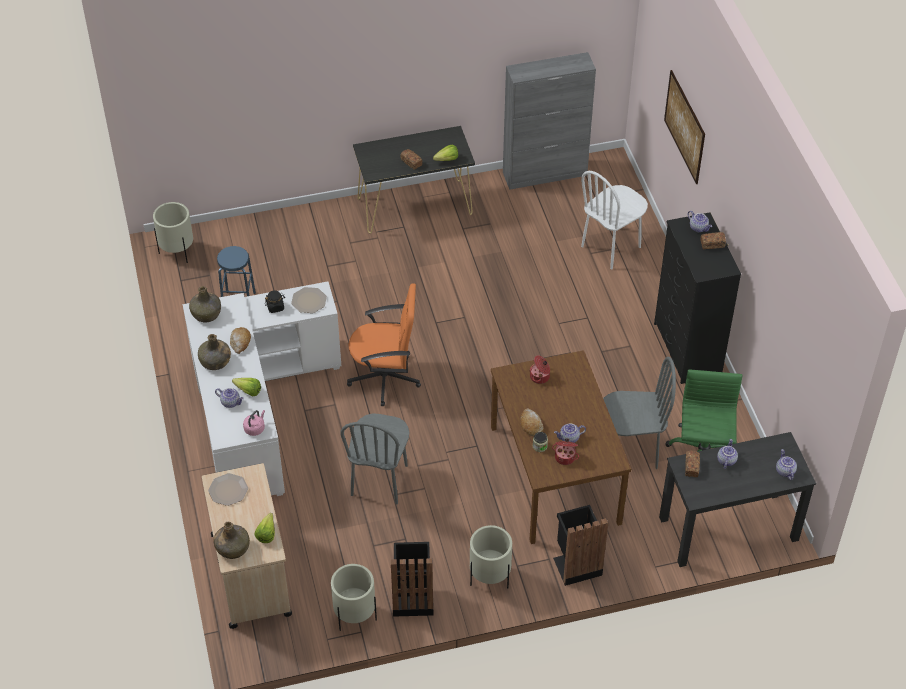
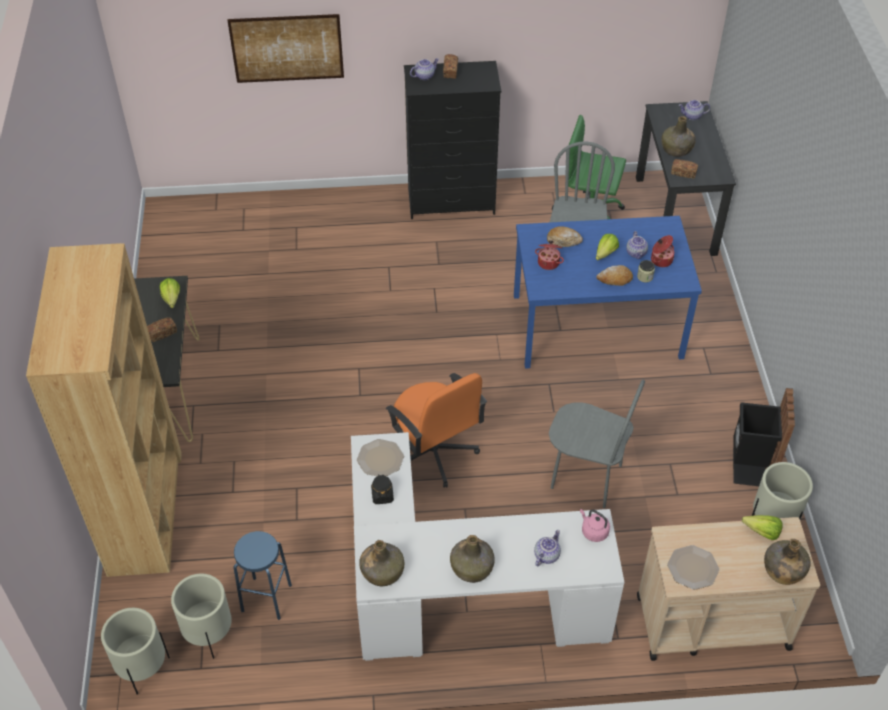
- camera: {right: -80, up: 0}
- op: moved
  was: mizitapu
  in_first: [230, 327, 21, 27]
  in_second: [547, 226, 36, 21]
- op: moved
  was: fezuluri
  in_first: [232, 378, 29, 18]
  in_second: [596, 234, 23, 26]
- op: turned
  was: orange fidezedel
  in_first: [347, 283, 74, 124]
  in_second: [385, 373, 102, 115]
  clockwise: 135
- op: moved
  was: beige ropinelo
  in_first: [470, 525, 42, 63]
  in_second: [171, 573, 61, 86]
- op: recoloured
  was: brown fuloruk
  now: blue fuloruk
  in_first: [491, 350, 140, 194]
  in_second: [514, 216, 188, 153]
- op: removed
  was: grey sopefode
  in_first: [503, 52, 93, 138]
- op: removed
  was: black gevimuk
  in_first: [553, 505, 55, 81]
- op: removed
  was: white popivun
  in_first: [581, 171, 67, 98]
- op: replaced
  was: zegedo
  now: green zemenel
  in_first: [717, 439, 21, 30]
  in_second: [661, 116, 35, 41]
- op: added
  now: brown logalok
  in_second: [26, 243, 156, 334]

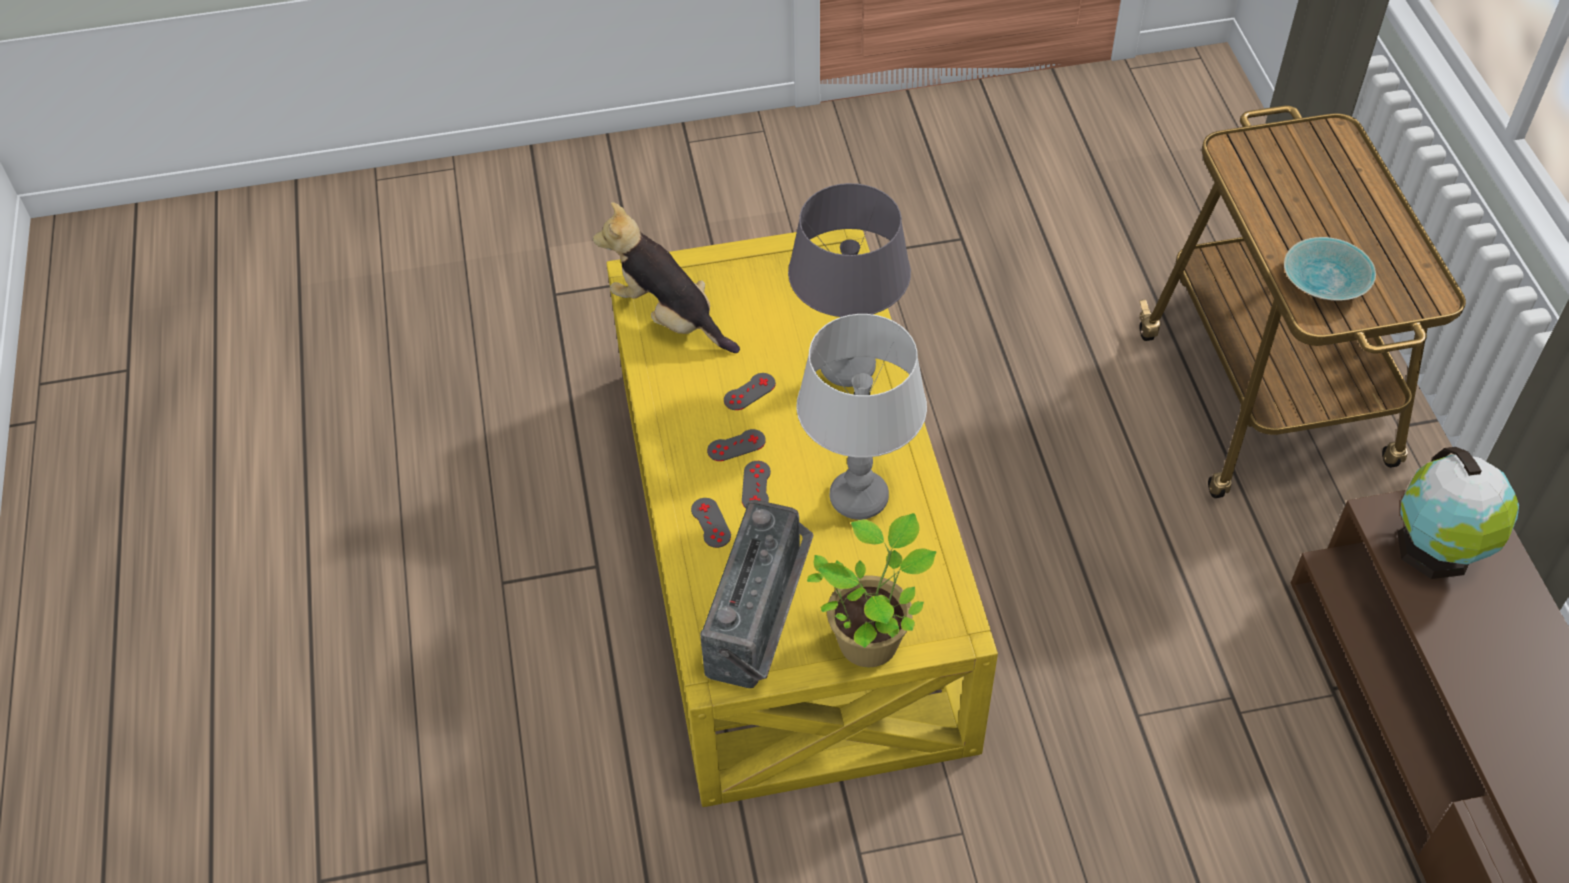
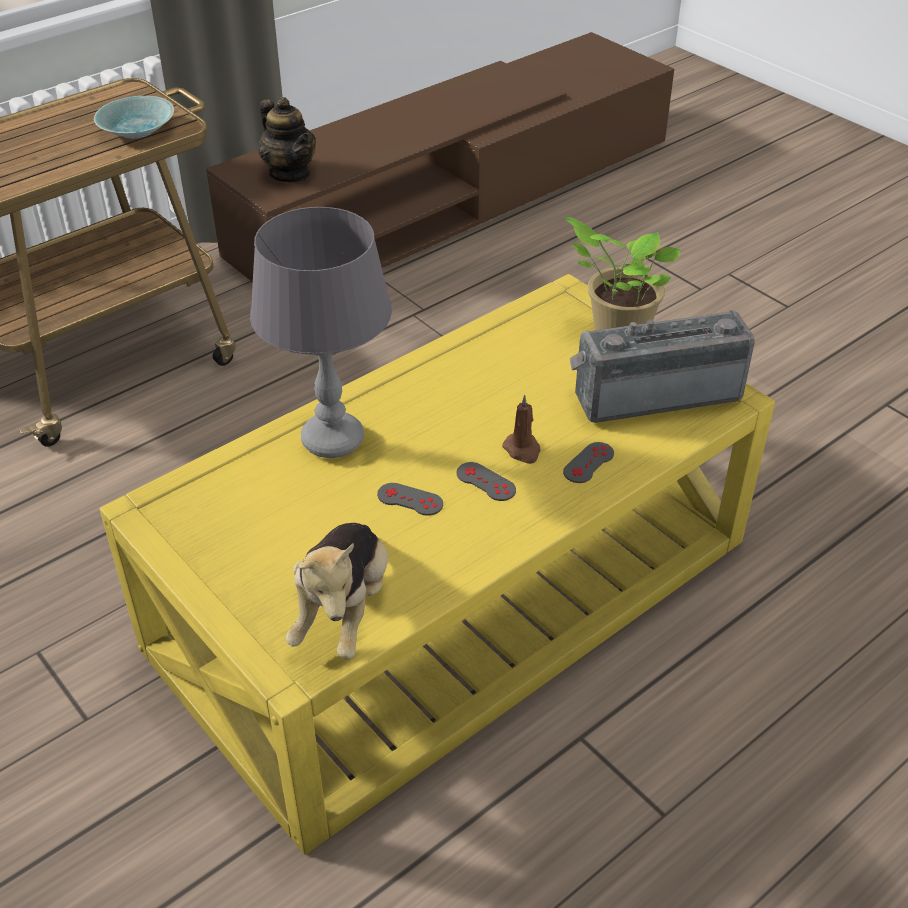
- camera: {right: -120, up: -10}
- op: replaced
  was: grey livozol
  now: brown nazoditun
  in_first: [742, 461, 29, 47]
  in_second: [502, 395, 39, 69]
- op: removed
  was: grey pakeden
  in_first: [796, 314, 131, 206]
- op: replaced
  was: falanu
  now: zegedo
  in_first: [1397, 447, 122, 132]
  in_second: [258, 97, 58, 85]

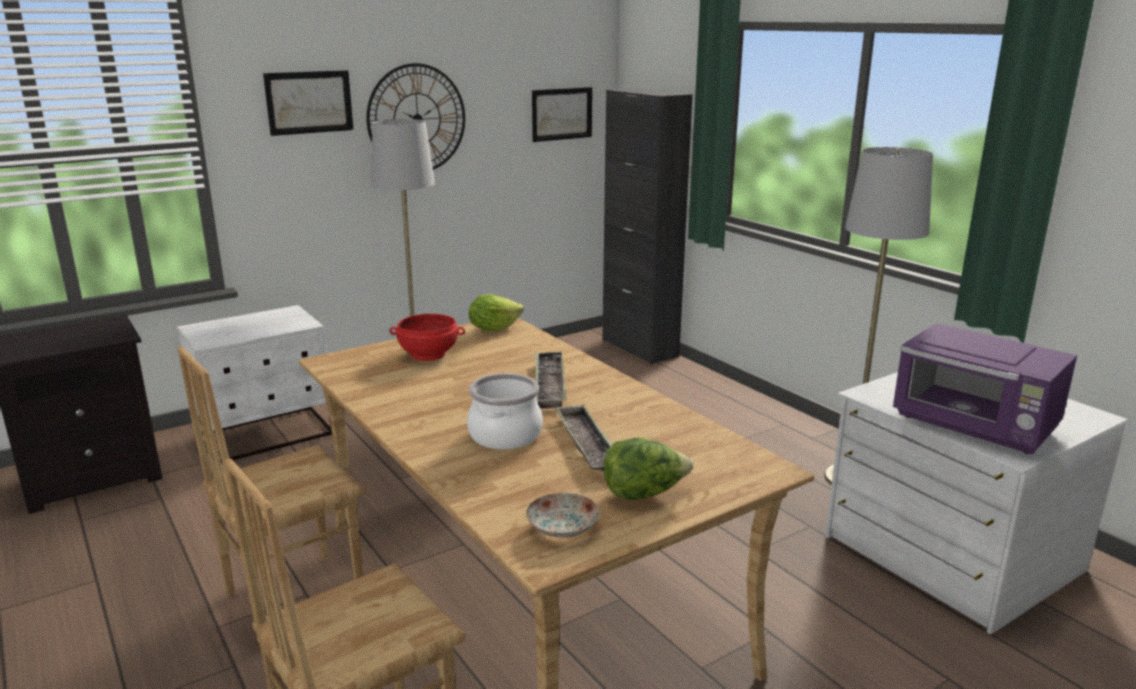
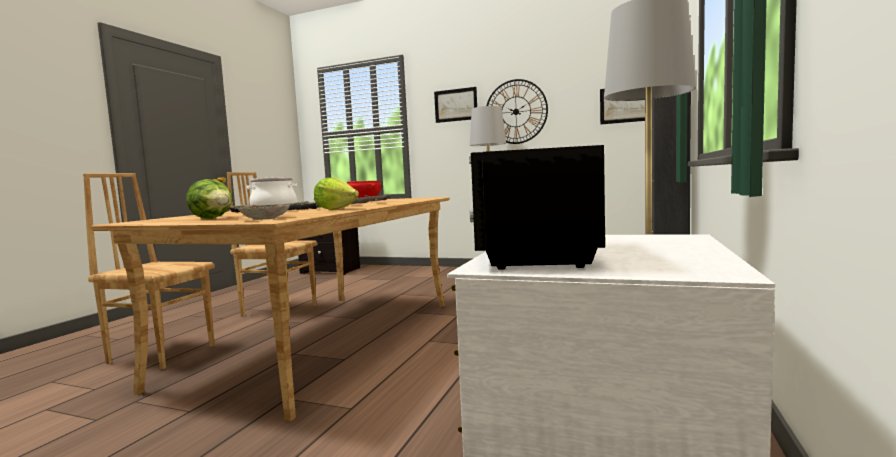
- camera: {right: 55, up: -15}
- op: removed
  was: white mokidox
  in_first: [177, 305, 155, 158]
- op: moved
  was: fezuluri
  in_first: [469, 294, 55, 37]
  in_second: [314, 178, 45, 32]
- op: moved
  was: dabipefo
  in_first: [526, 493, 74, 45]
  in_second: [237, 205, 53, 15]
- op: recoloured
  was: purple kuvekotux
  now: black kuvekotux
  in_first: [892, 323, 185, 131]
  in_second: [469, 145, 136, 125]

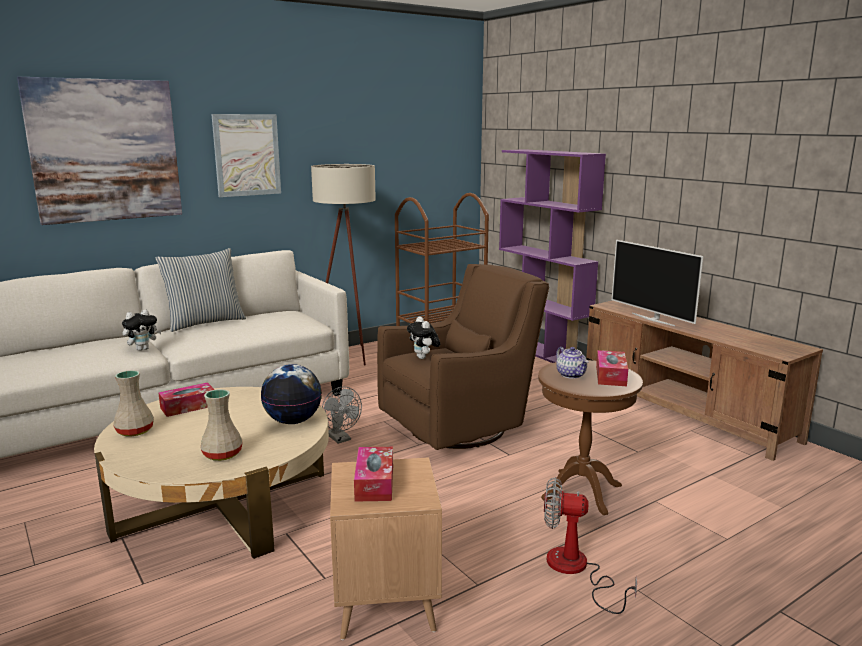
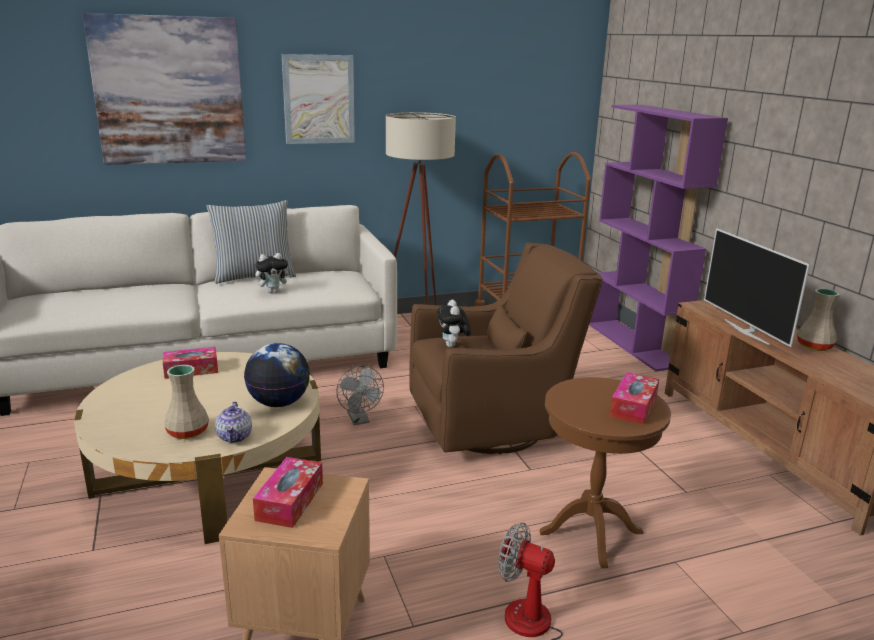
- camera: {right: 15, up: 5}
- op: moved
  was: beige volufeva
  in_first: [113, 370, 41, 67]
  in_second: [797, 289, 43, 62]
- op: moved
  was: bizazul
  in_first: [122, 309, 40, 42]
  in_second: [255, 253, 38, 40]
- op: moved
  was: zegedo
  in_first: [556, 347, 33, 32]
  in_second: [215, 402, 37, 41]

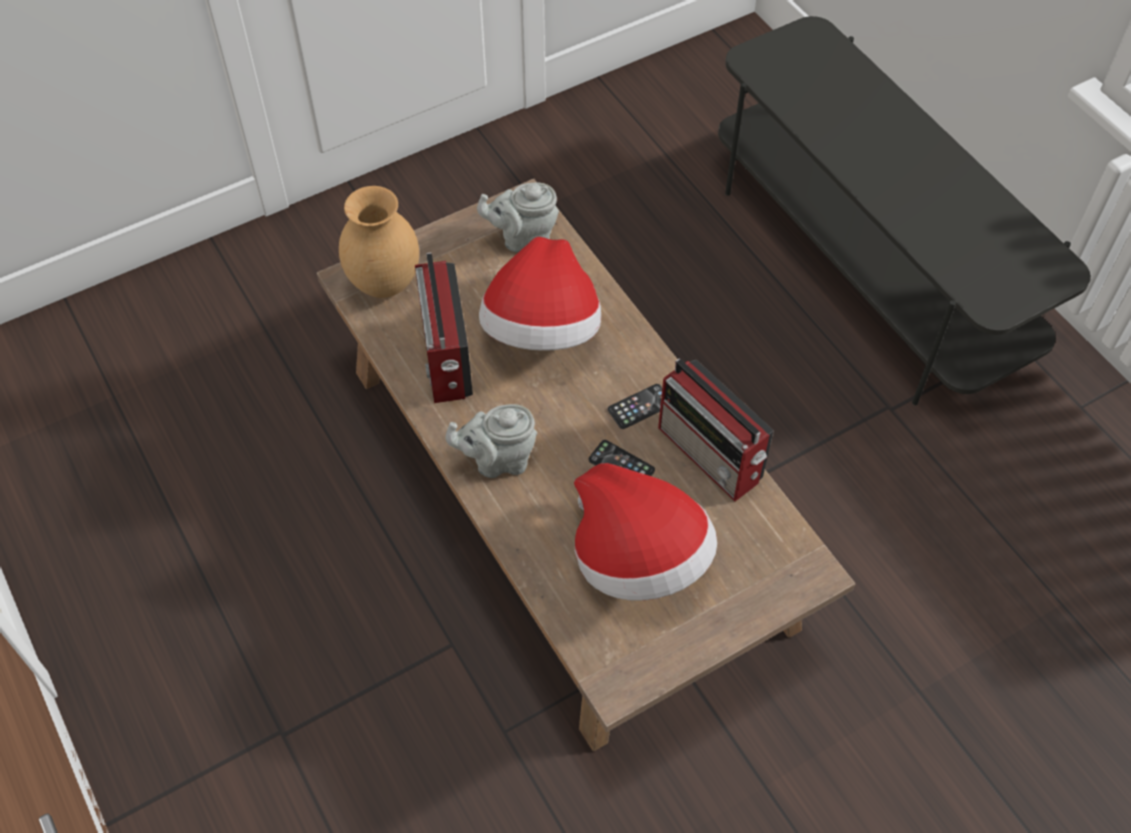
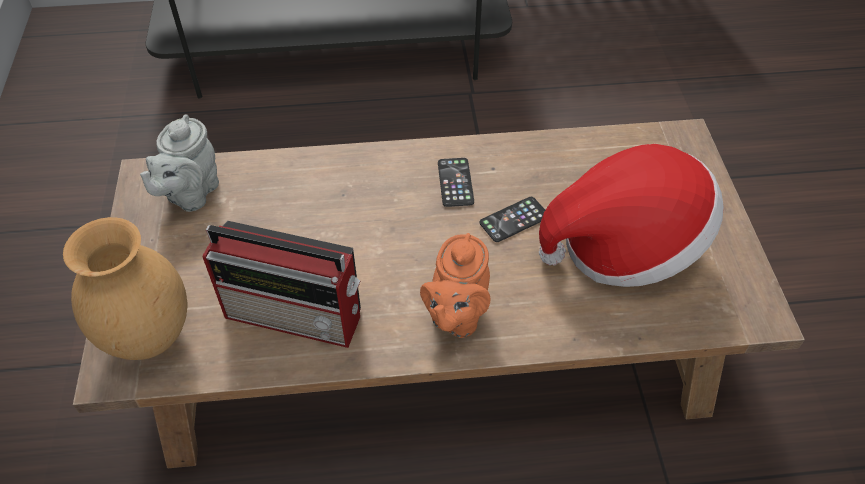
- camera: {right: -65, up: -5}
- op: recoloured
  was: grey zegedo
  now: orange zegedo
  in_first: [445, 404, 92, 74]
  in_second: [420, 233, 71, 105]
- op: removed
  was: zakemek
  in_first: [479, 237, 122, 114]
- op: removed
  was: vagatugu
  in_first: [658, 358, 116, 143]

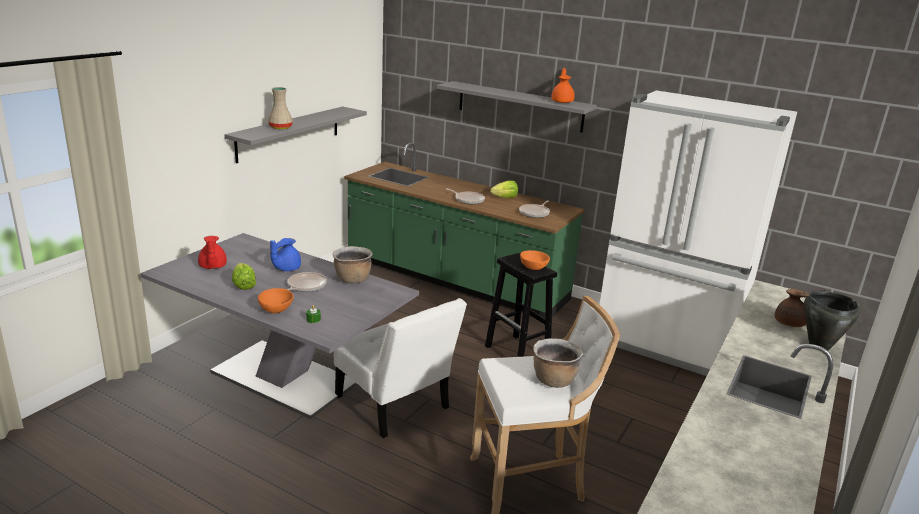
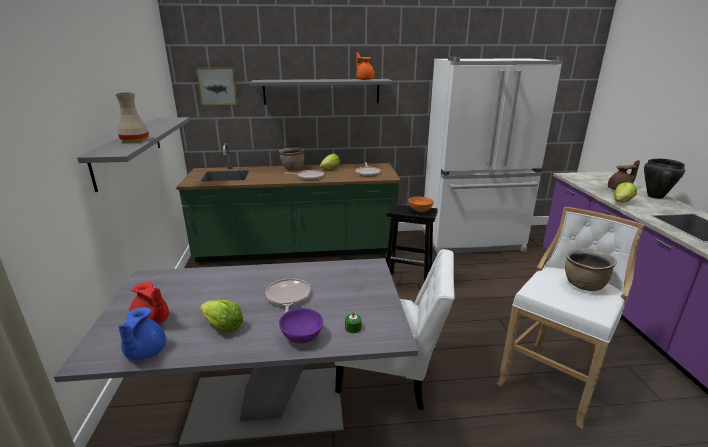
- camera: {right: -35, up: 0}
- op: recoloured
  was: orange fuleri
  now: purple fuleri
  in_first: [258, 288, 36, 25]
  in_second: [279, 308, 44, 35]
- op: moved
  was: blue zegedo
  in_first: [270, 238, 31, 33]
  in_second: [119, 307, 47, 53]
- op: moved
  was: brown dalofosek
  in_first: [333, 246, 40, 38]
  in_second: [279, 147, 26, 22]
- op: added
  now: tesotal
  in_second: [196, 67, 42, 38]
- op: added
  now: fezuluri
  in_second: [613, 182, 24, 21]

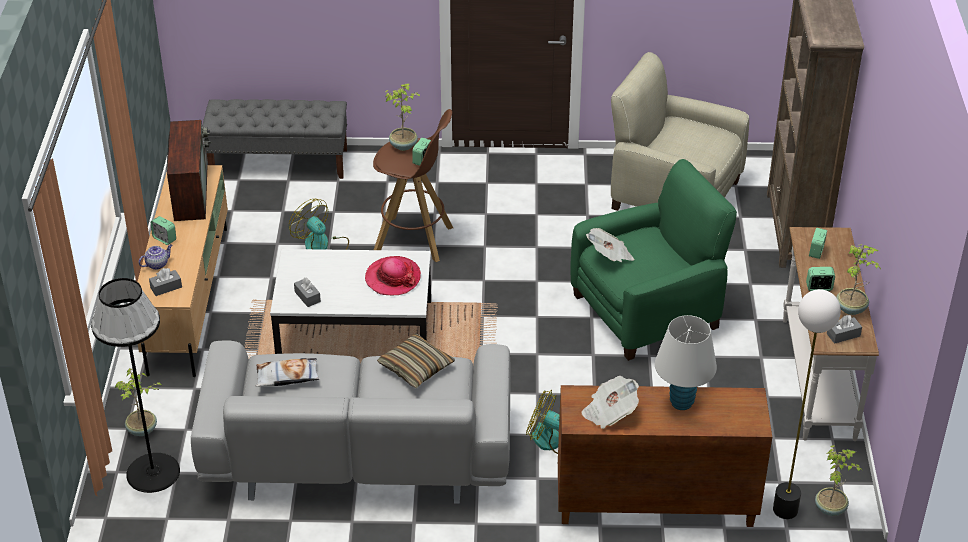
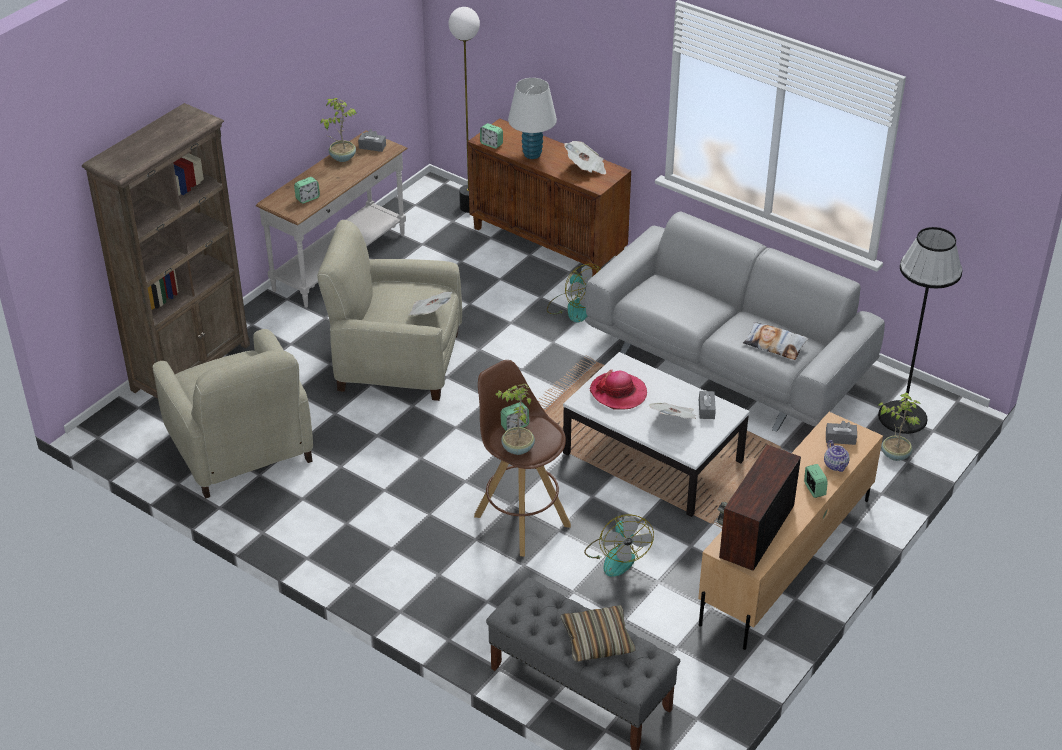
- camera: {right: -145, up: 0}
- op: turned
  was: zegedo
  in_first: [139, 244, 33, 26]
  in_second: [824, 440, 26, 32]
  clockwise: -105
- op: moved
  was: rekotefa
  in_first: [377, 334, 78, 54]
  in_second: [560, 605, 75, 57]
- op: recoloured
  was: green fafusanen
  now: beige fafusanen
  in_first: [570, 159, 167, 202]
  in_second: [317, 220, 145, 181]
- op: moved
  was: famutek
  in_first: [806, 267, 29, 24]
  in_second: [480, 123, 23, 26]
- op: removed
  was: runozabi
  in_first: [815, 445, 47, 71]
- op: added
  now: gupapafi
  in_second: [649, 403, 47, 16]

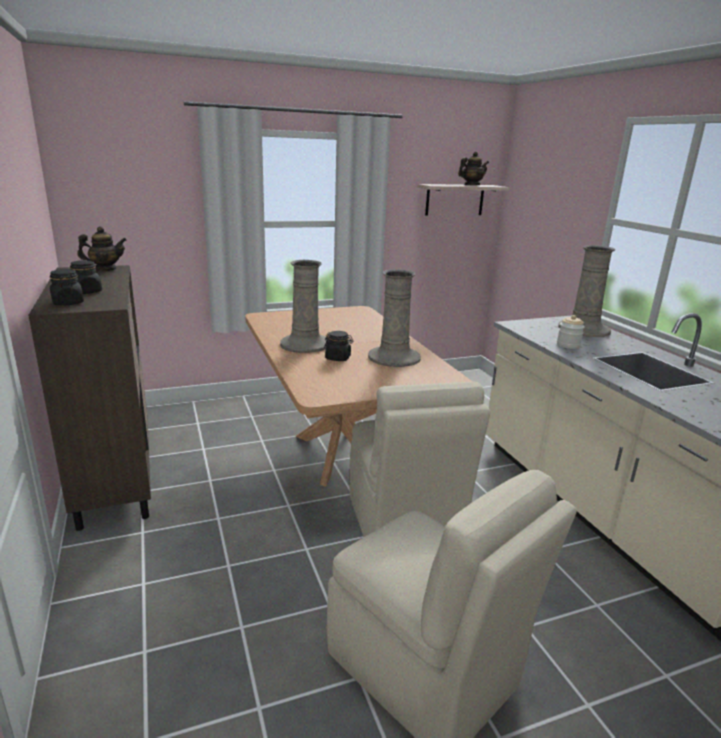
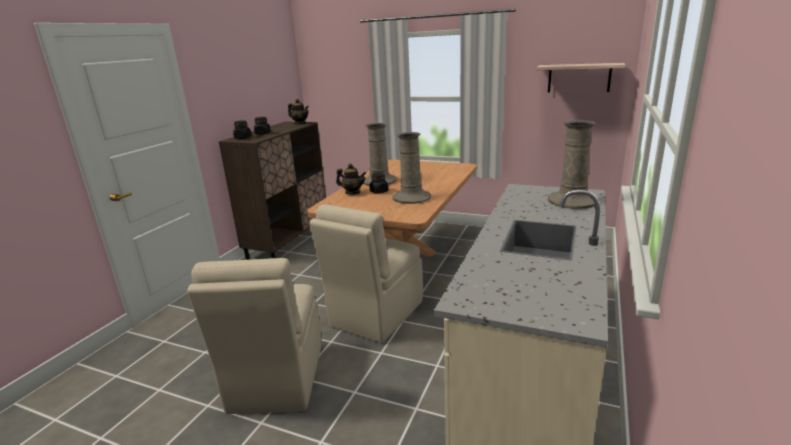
- camera: {right: 45, up: 0}
- op: moved
  was: zegedo
  in_first: [458, 152, 31, 33]
  in_second: [336, 164, 30, 31]
- op: removed
  was: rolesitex
  in_first: [557, 315, 28, 34]

